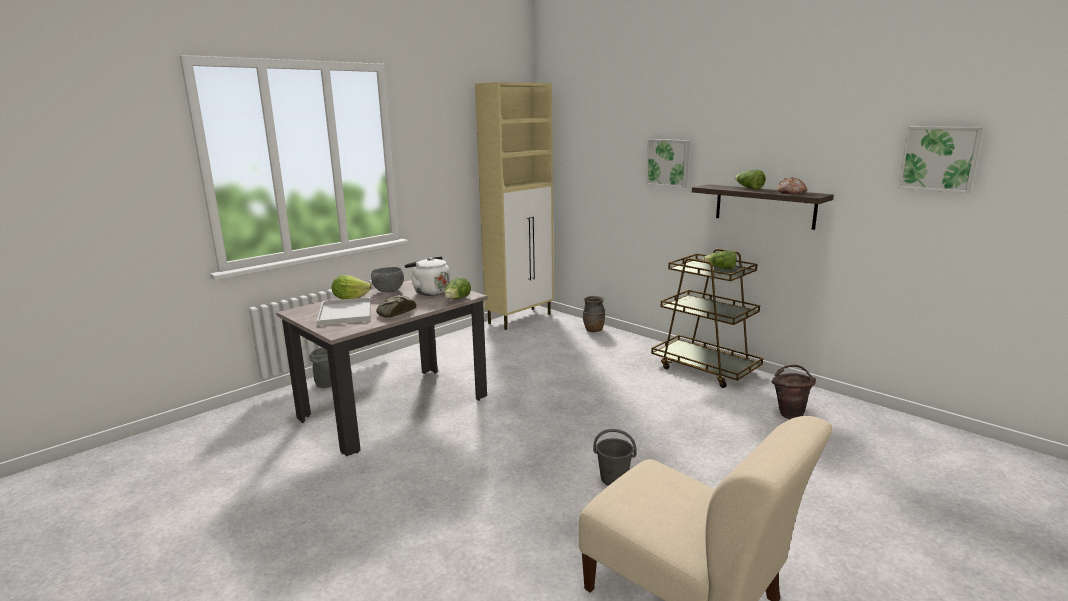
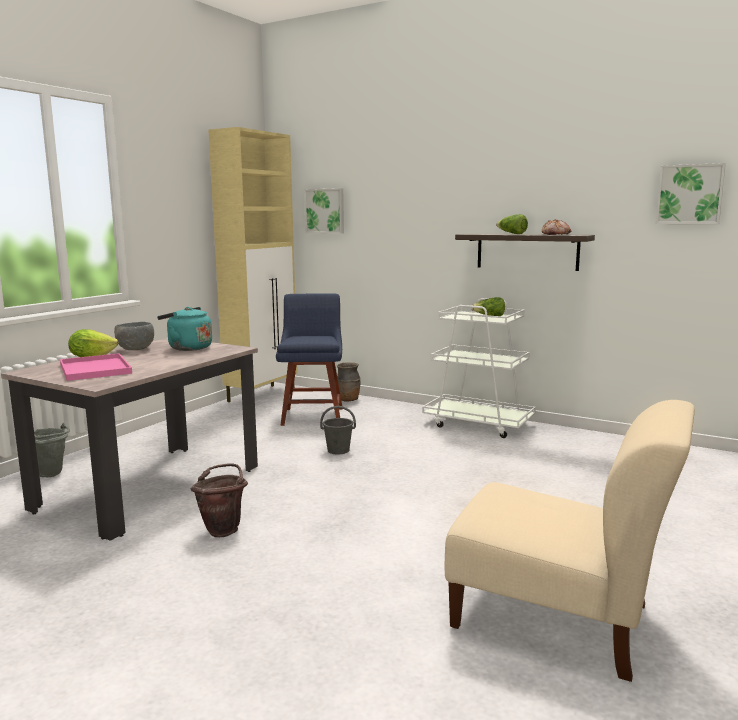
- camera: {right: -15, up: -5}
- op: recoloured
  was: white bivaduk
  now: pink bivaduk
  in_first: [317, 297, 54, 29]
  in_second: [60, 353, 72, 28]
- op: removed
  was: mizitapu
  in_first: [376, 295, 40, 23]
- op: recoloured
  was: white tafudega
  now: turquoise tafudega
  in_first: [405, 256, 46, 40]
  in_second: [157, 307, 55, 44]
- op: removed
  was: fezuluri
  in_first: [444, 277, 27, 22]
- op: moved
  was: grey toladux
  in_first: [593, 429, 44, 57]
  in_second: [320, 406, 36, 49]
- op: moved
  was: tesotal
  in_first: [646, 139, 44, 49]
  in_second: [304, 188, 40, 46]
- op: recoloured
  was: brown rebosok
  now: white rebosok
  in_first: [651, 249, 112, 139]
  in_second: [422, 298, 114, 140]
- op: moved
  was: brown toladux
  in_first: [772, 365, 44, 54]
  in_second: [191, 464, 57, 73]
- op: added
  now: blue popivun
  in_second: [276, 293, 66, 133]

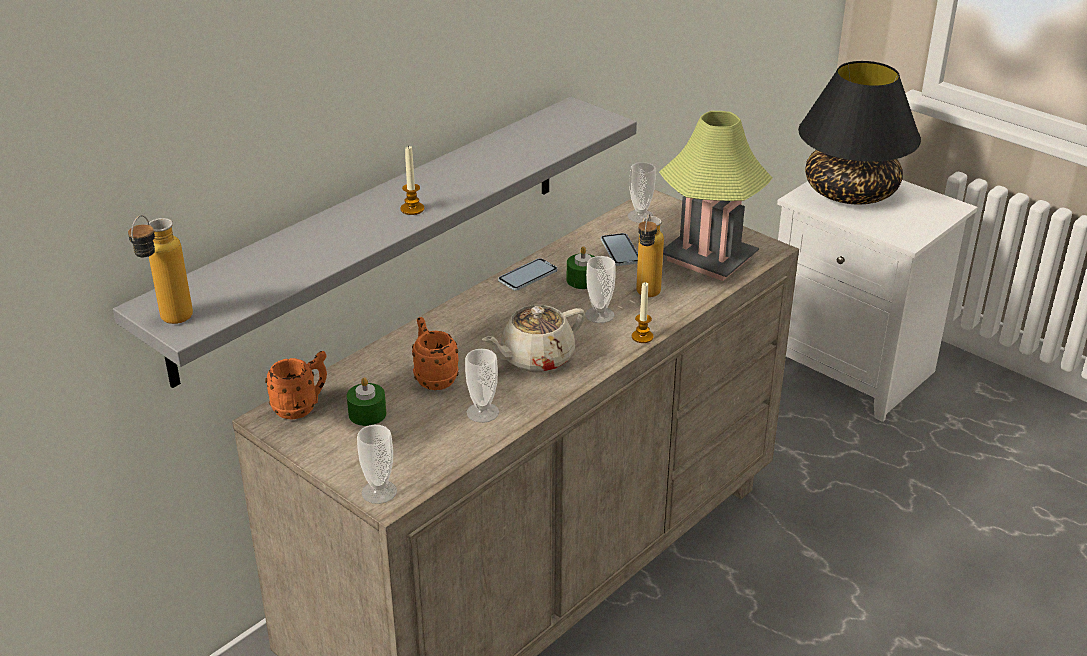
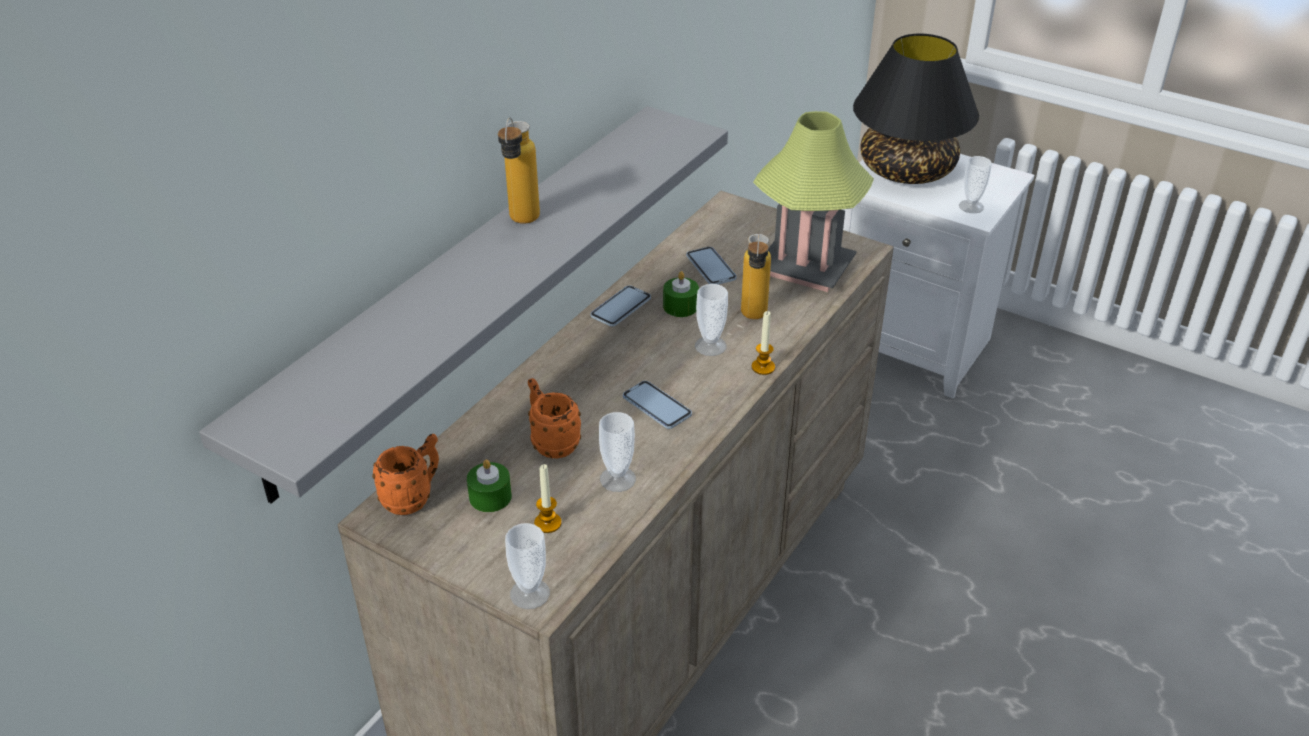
- camera: {right: -10, up: 5}
- op: moved
  was: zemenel
  in_first: [128, 215, 65, 109]
  in_second: [498, 117, 42, 107]
- op: moved
  was: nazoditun
  in_first: [400, 145, 24, 70]
  in_second: [534, 464, 28, 69]
- op: replaced
  was: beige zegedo
  now: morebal
  in_first: [482, 305, 103, 68]
  in_second: [623, 381, 69, 48]
- op: moved
  was: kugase
  in_first: [628, 162, 28, 61]
  in_second: [959, 156, 33, 57]

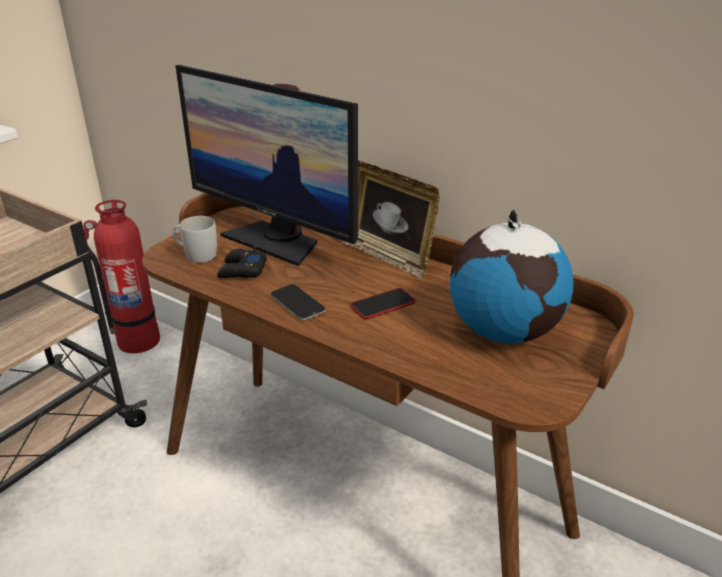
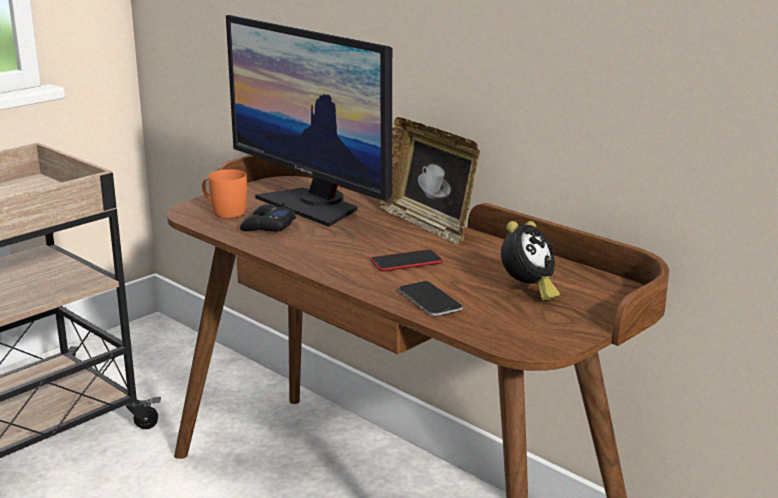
- camera: {right: 10, up: -10}
- op: removed
  was: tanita
  in_first: [83, 200, 77, 153]
- op: recoloured
  was: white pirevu
  now: orange pirevu
  in_first: [172, 216, 45, 47]
  in_second: [202, 169, 45, 49]
- op: moved
  was: morebal
  in_first: [271, 284, 55, 37]
  in_second: [399, 281, 64, 35]
- op: replaced
  was: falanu
  now: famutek
  in_first: [450, 210, 123, 134]
  in_second: [501, 221, 59, 79]

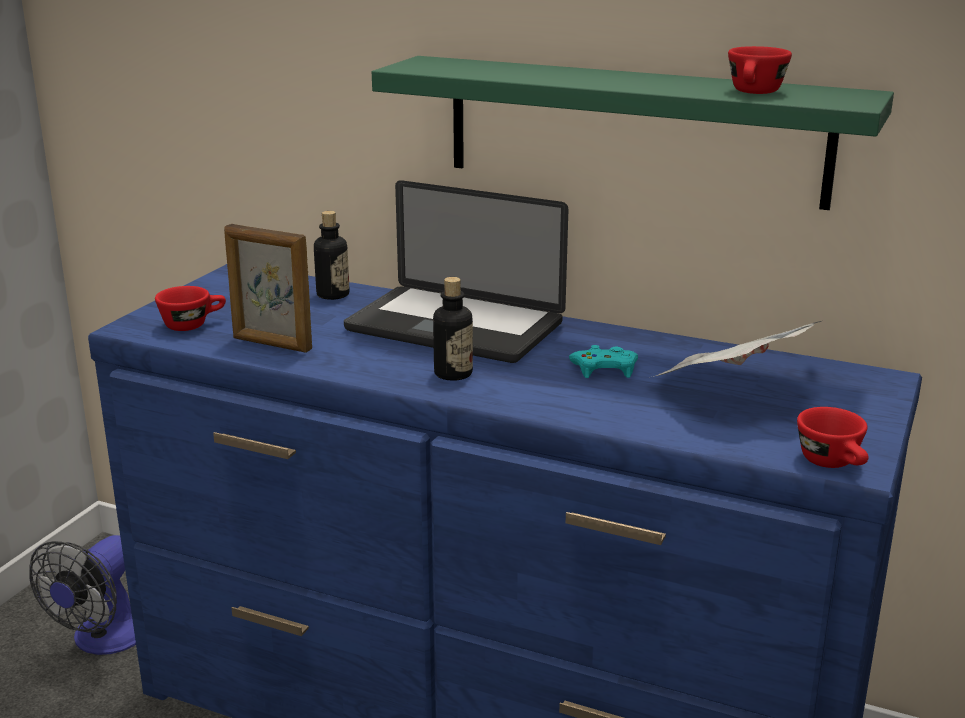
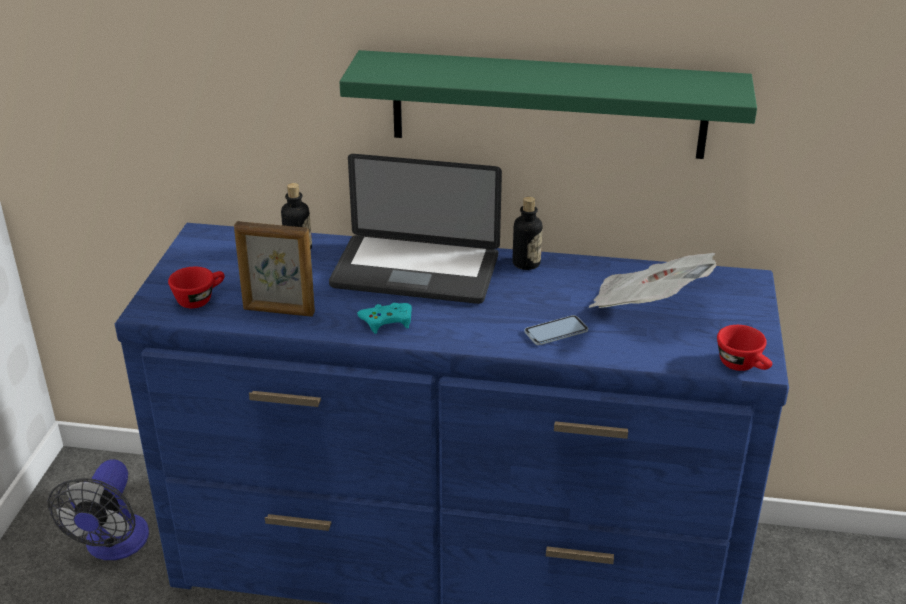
- camera: {right: -15, up: 10}
- op: moved
  was: zemenel
  in_first: [433, 277, 40, 104]
  in_second: [512, 197, 31, 73]
- op: moved
  was: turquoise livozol
  in_first: [569, 345, 69, 33]
  in_second: [357, 303, 55, 31]
- op: removed
  was: red kugase
  in_first: [728, 46, 64, 48]
- op: added
  now: morebal
  in_second: [524, 315, 64, 30]

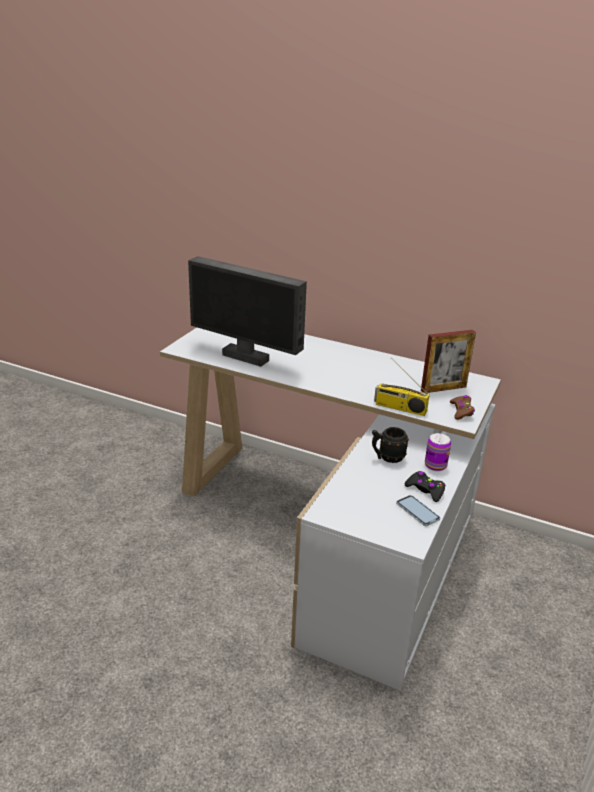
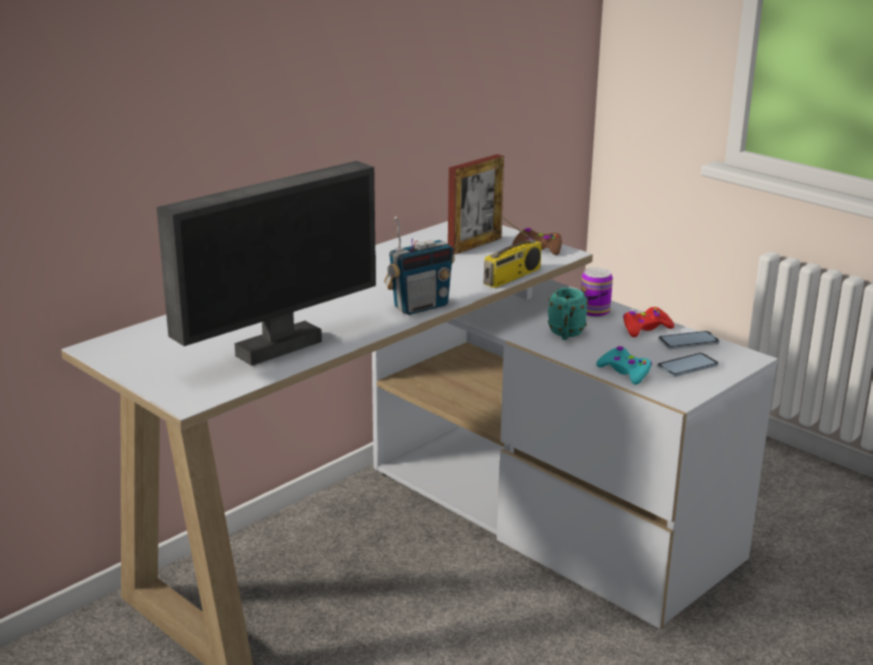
- camera: {right: -70, up: -5}
- op: recoloured
  was: black pirevu
  now: turquoise pirevu
  in_first: [372, 427, 37, 36]
  in_second: [548, 288, 40, 52]
- op: recoloured
  was: black livozol
  now: red livozol
  in_first: [405, 471, 41, 31]
  in_second: [623, 307, 52, 30]
- op: turned
  was: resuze
  in_first: [421, 330, 55, 63]
  in_second: [448, 154, 56, 101]
  clockwise: 45
- op: added
  now: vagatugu
  in_second: [384, 217, 71, 98]
- op: added
  now: turquoise livozol
  in_second: [596, 346, 56, 39]
- op: added
  now: morebal
  in_second: [657, 353, 62, 24]

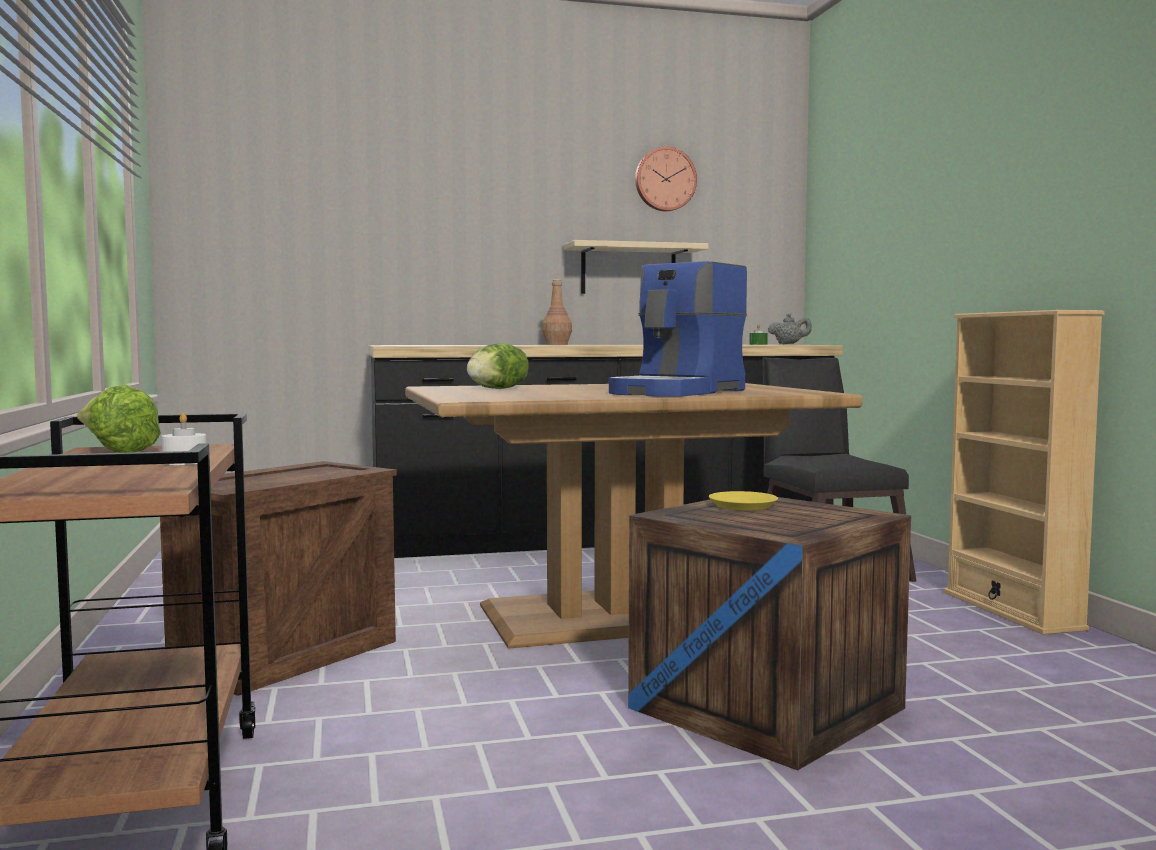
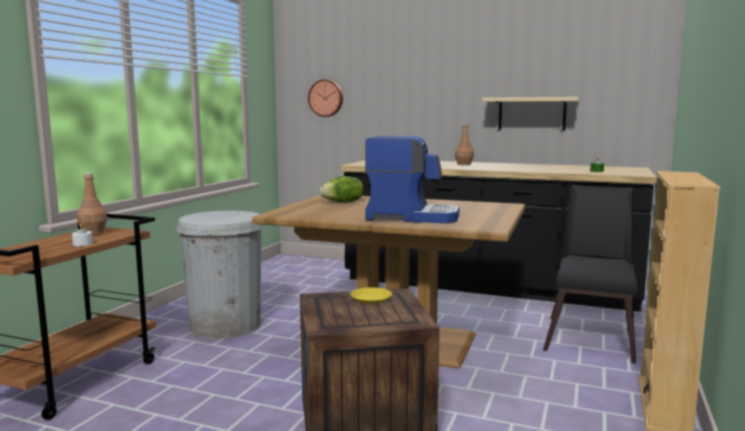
- camera: {right: 35, up: 5}
- op: replaced
  was: fezuluri
  now: brown zemenel
  in_first: [77, 384, 84, 69]
  in_second: [77, 173, 30, 61]
- op: replaced
  was: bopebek
  now: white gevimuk
  in_first: [160, 461, 237, 235]
  in_second: [176, 211, 89, 128]
- op: turned
  was: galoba
  in_first: [609, 261, 138, 136]
  in_second: [365, 136, 94, 87]
  clockwise: -150
- op: moved
  was: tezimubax
  in_first: [635, 147, 62, 64]
  in_second: [308, 79, 35, 38]
- op: removed
  was: grey zegedo
  in_first: [768, 313, 44, 31]

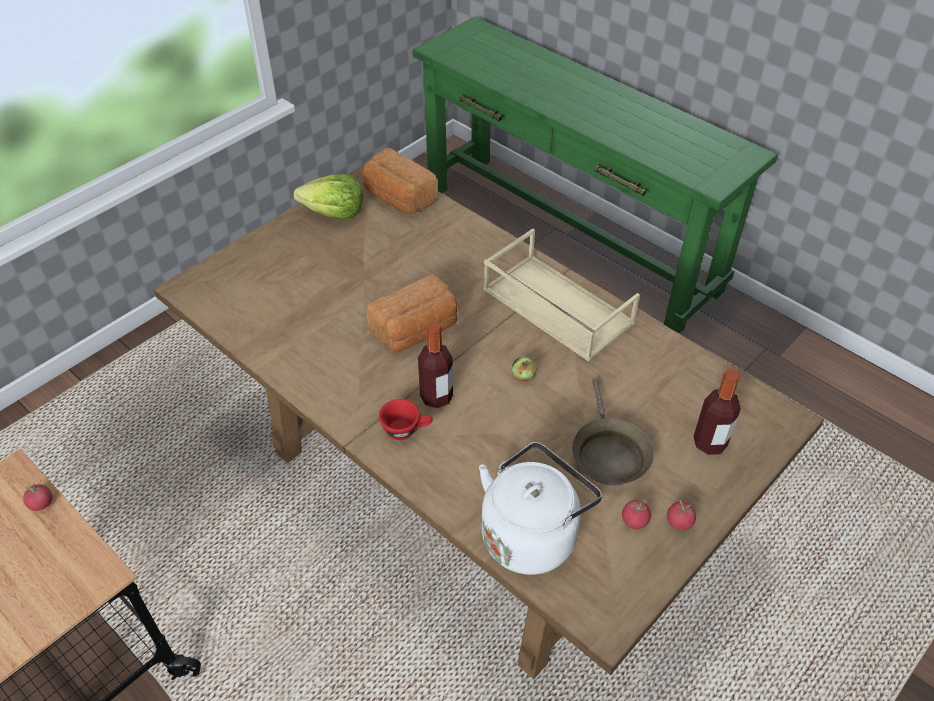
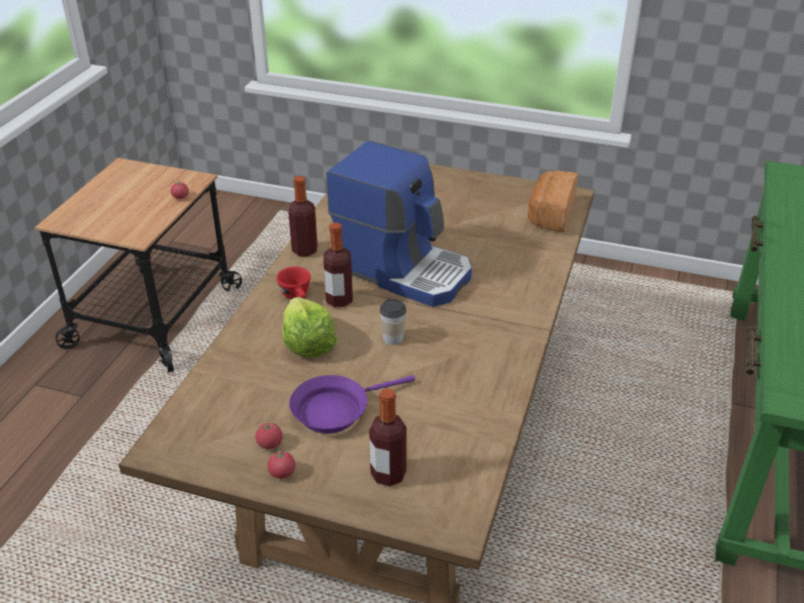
- camera: {right: 65, up: -10}
- op: moved
  was: fezuluri
  in_first: [294, 174, 69, 46]
  in_second: [282, 297, 56, 61]
- op: replaced
  was: mizitapu
  now: galoba
  in_first: [366, 273, 92, 79]
  in_second: [326, 140, 146, 167]
- op: removed
  was: white tafudega
  in_first: [479, 442, 123, 133]
- op: removed
  was: beige bivaduk
  in_first: [483, 229, 157, 133]
- op: replaced
  was: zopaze
  now: kugase
  in_first: [512, 357, 25, 24]
  in_second: [380, 299, 27, 46]
- op: recoloured
  was: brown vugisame
  now: purple vugisame
  in_first: [572, 379, 82, 106]
  in_second: [289, 375, 126, 59]
- op: added
  now: zemenel
  in_second: [288, 176, 30, 80]

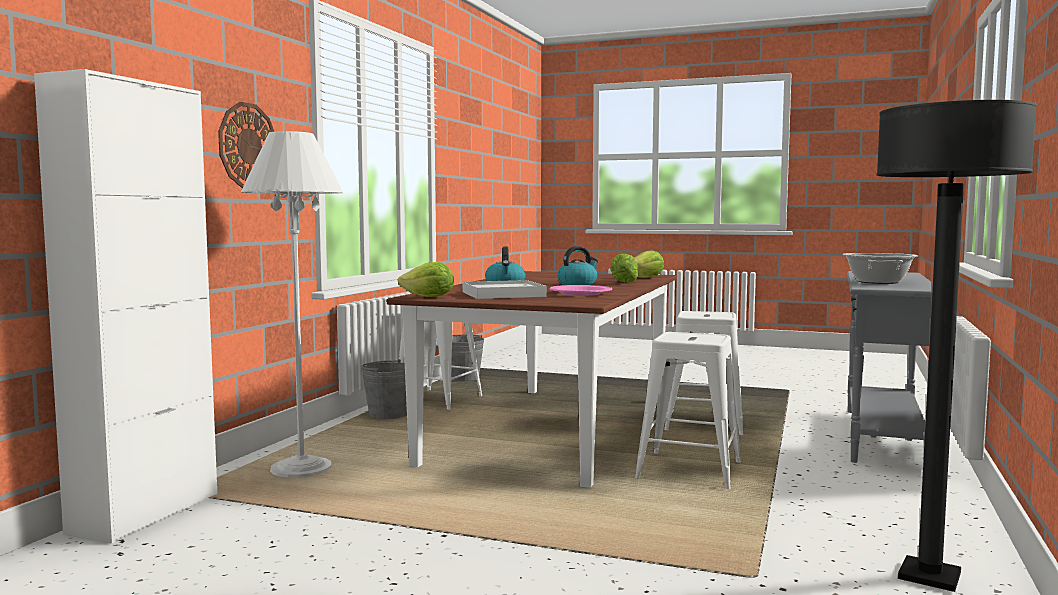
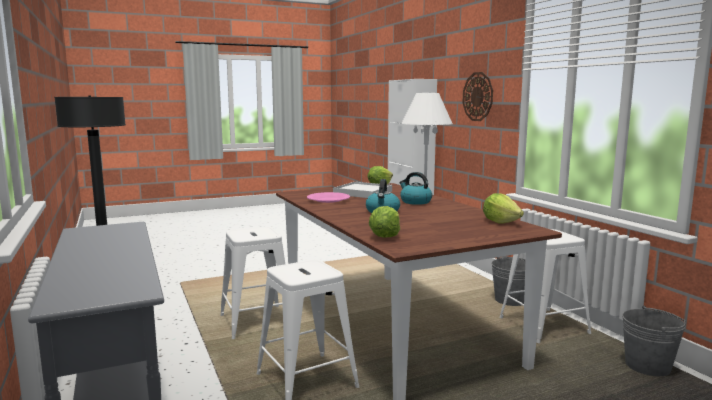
- camera: {right: 135, up: 5}
- op: moved
  was: fezuluri
  in_first: [610, 254, 28, 29]
  in_second: [483, 193, 41, 30]
- op: removed
  was: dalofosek
  in_first: [843, 253, 75, 31]

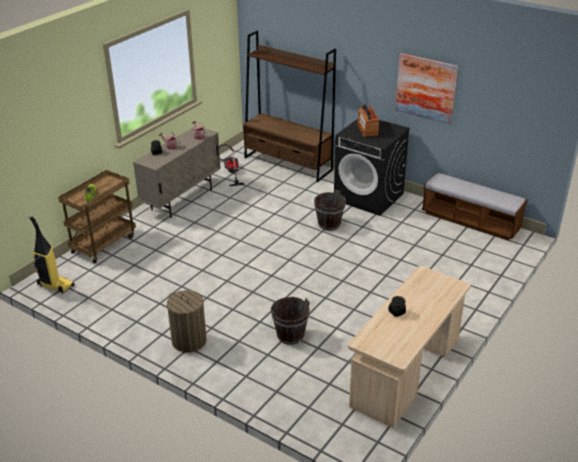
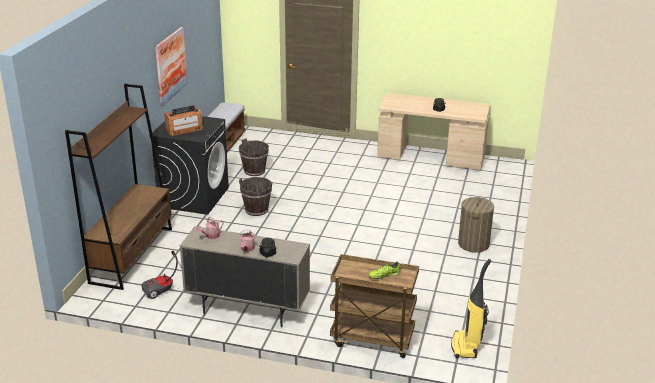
- camera: {right: -110, up: -5}
- op: moved
  was: brown toladux
  in_first: [271, 297, 39, 48]
  in_second: [239, 138, 30, 38]

